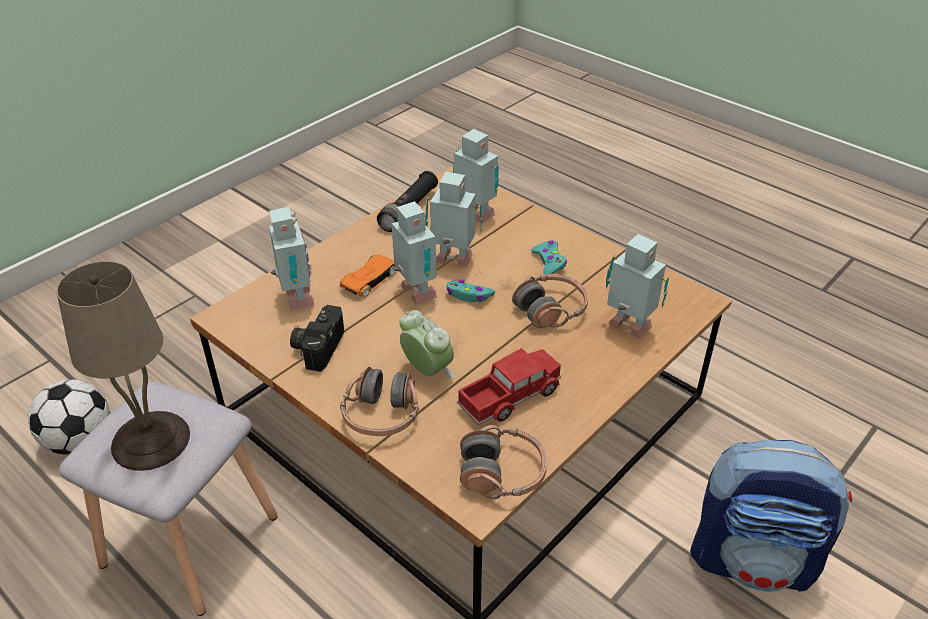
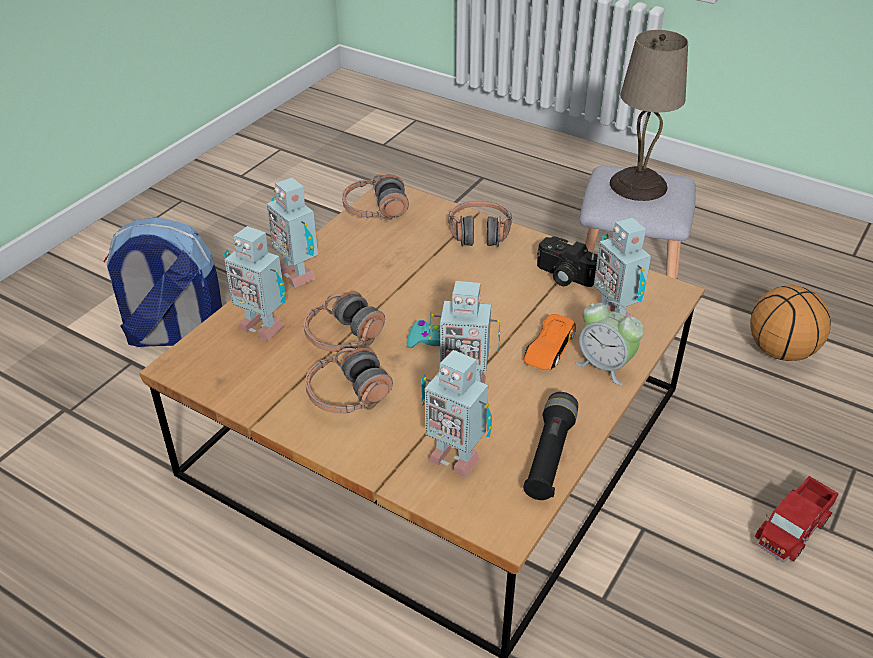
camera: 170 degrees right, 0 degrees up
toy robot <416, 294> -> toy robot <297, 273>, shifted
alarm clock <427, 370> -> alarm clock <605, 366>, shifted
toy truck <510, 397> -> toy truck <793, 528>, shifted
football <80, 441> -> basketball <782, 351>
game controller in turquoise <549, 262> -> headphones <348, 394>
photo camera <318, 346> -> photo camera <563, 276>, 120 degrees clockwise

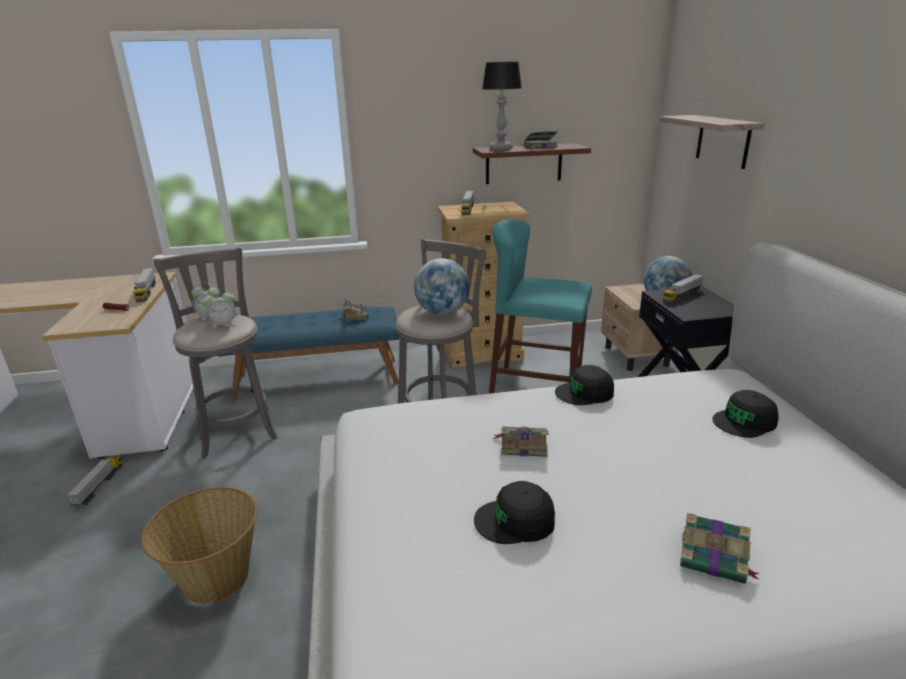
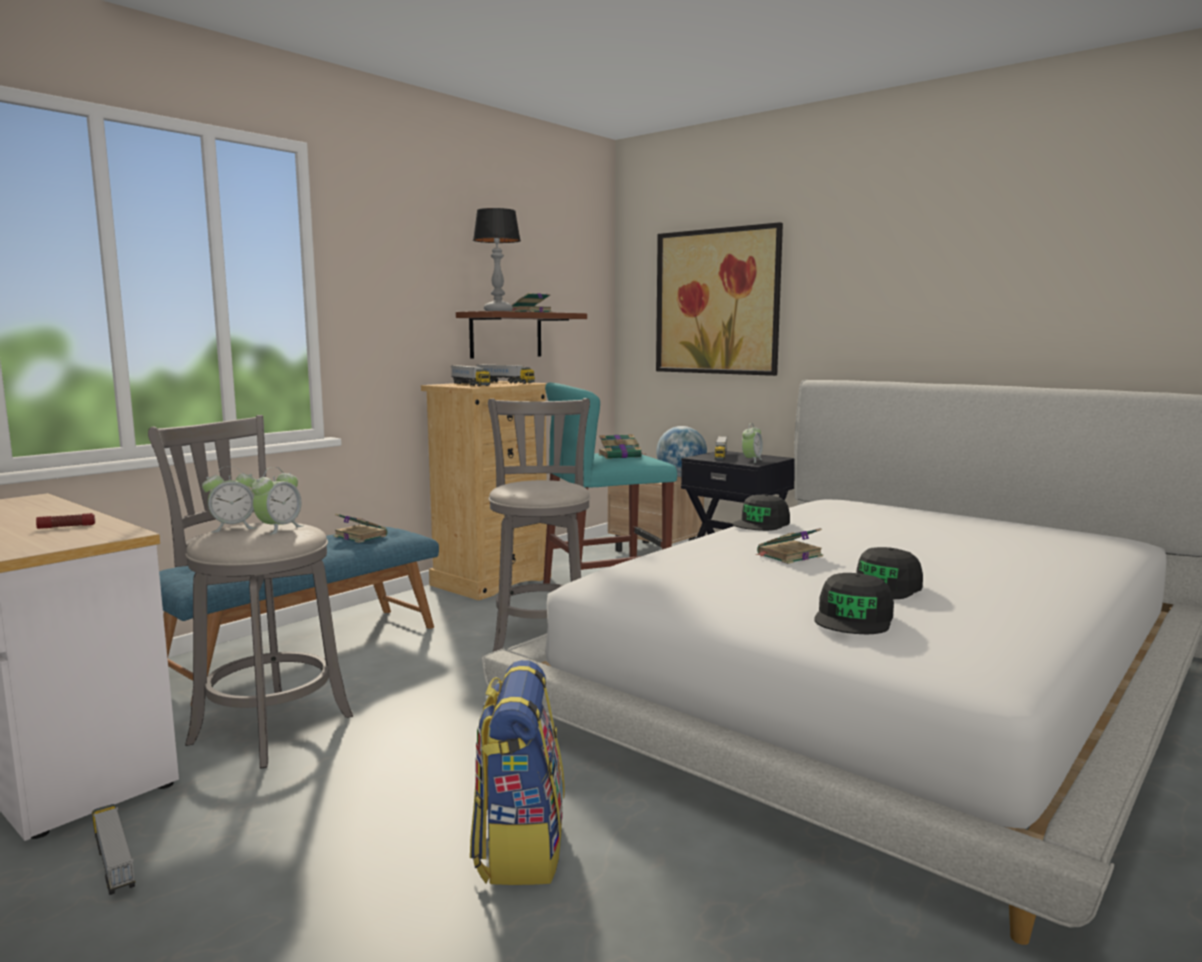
camera: 40 degrees left, 15 degrees down
globe <442, 312> -> none
none -> alarm clock <751, 460>
toy truck <146, 292> -> toy truck <505, 382>, shifted
book <714, 559> -> book <621, 456>, shifted
cap in black <745, 421> -> cap in black <854, 618>, shifted
basket <215, 577> -> backpack <519, 847>
shelf <723, 141> -> picture <717, 302>

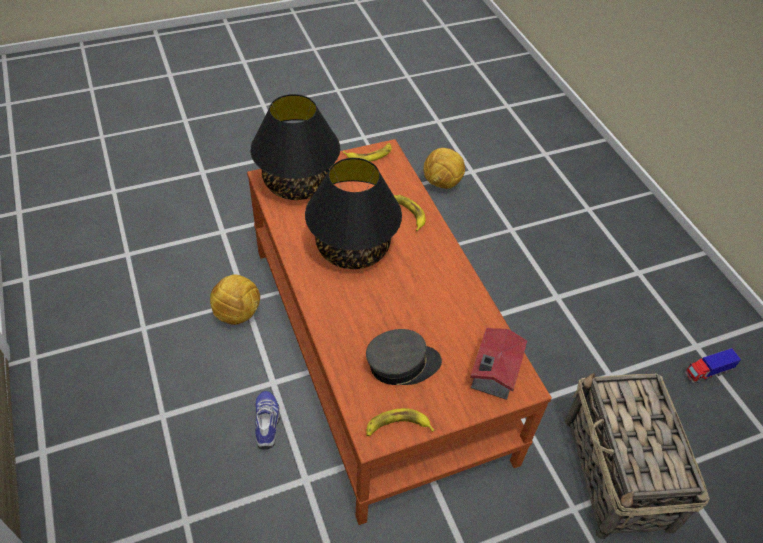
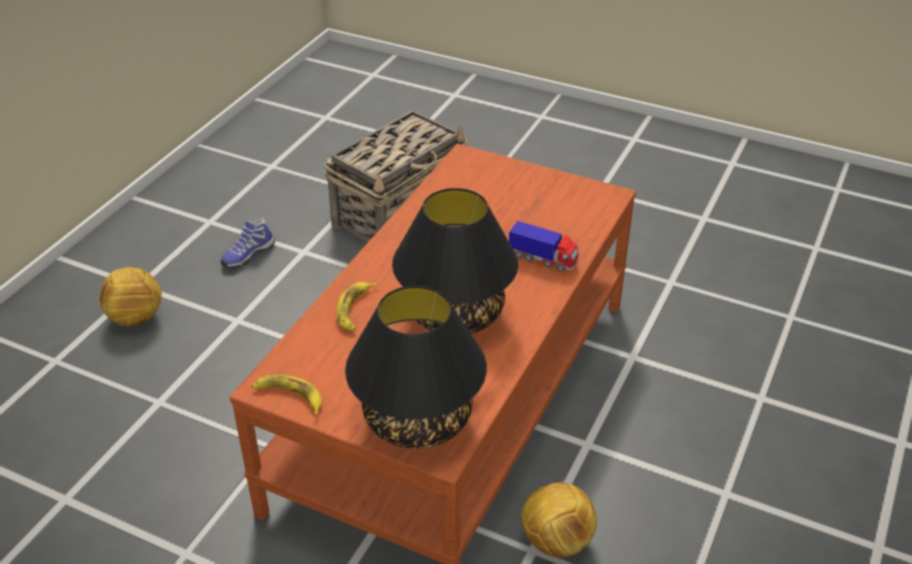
camera: 130 degrees left, 10 degrees down
cap in grey <402, 364> -> none
banana <397, 426> -> none
toy house <492, 374> -> none
shoe <268, 422> -> shoe <247, 254>, shifted
football <442, 183> -> football <136, 318>, shifted
toy truck <707, 372> -> toy truck <543, 259>, shifted

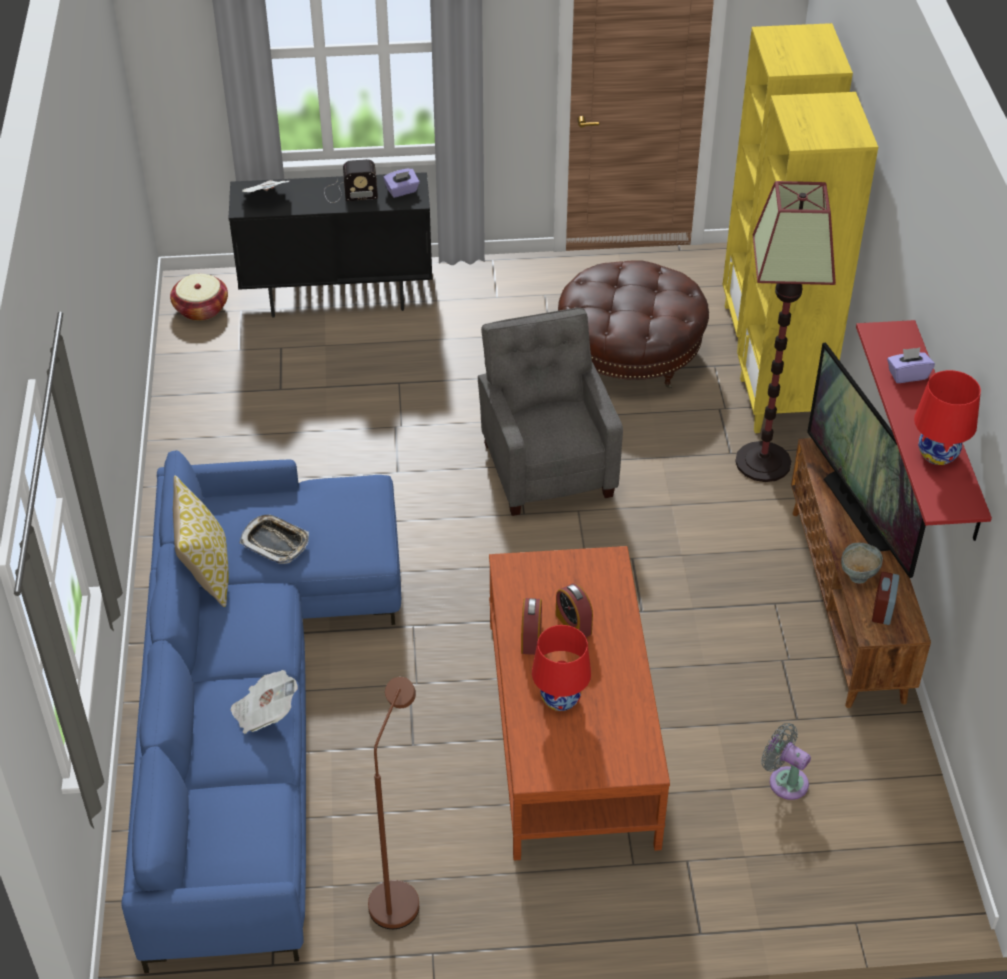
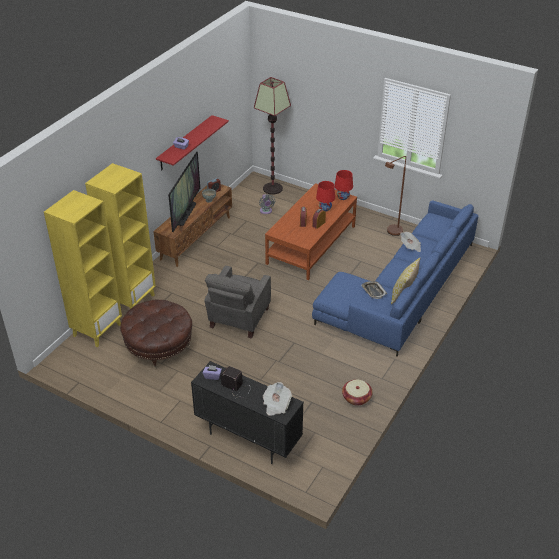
camera: 145 degrees left, 5 degrees down
basket <201, 309> -> basket <356, 398>, shifted
floor lamp <762, 462> -> floor lamp <273, 188>, shifted
table lamp in red <937, 454> -> table lamp in red <343, 197>, shifted

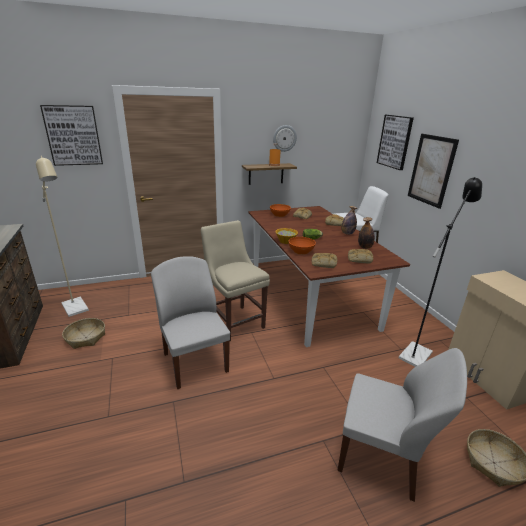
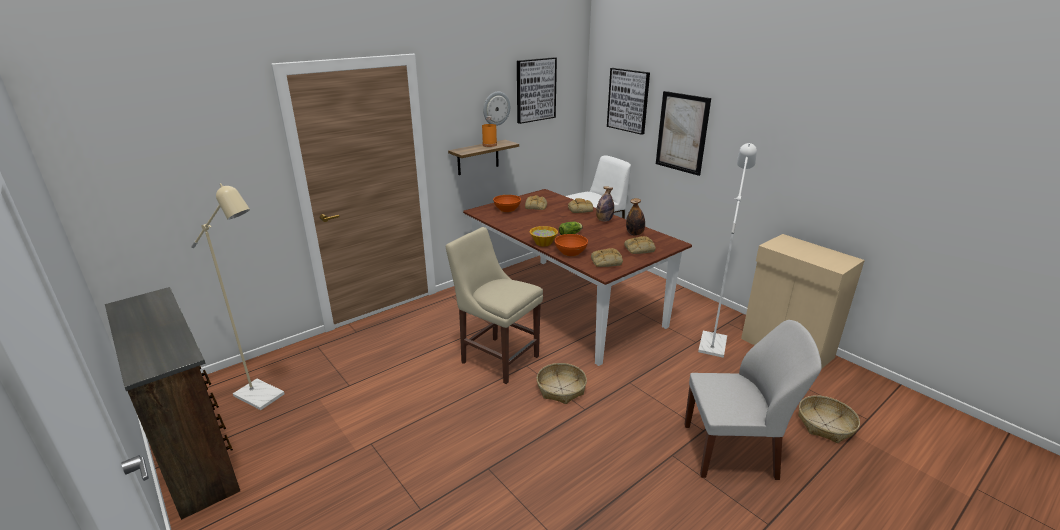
camera: 20 degrees left, 0 degrees up
chair in white <195, 361> -> none
picture <73, 135> -> picture <535, 90>, shifted
basket <86, 337> -> basket <561, 389>, shifted
floor lamp in black <417, 352> -> floor lamp in white <713, 340>

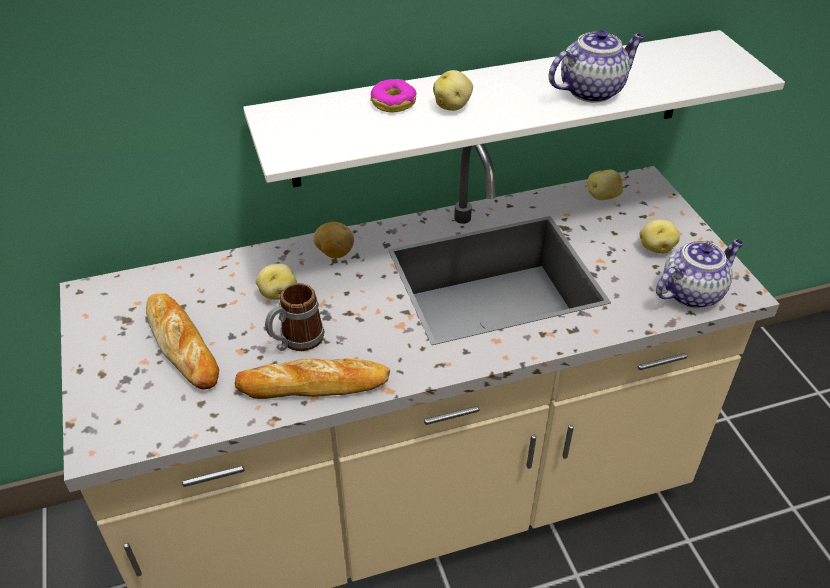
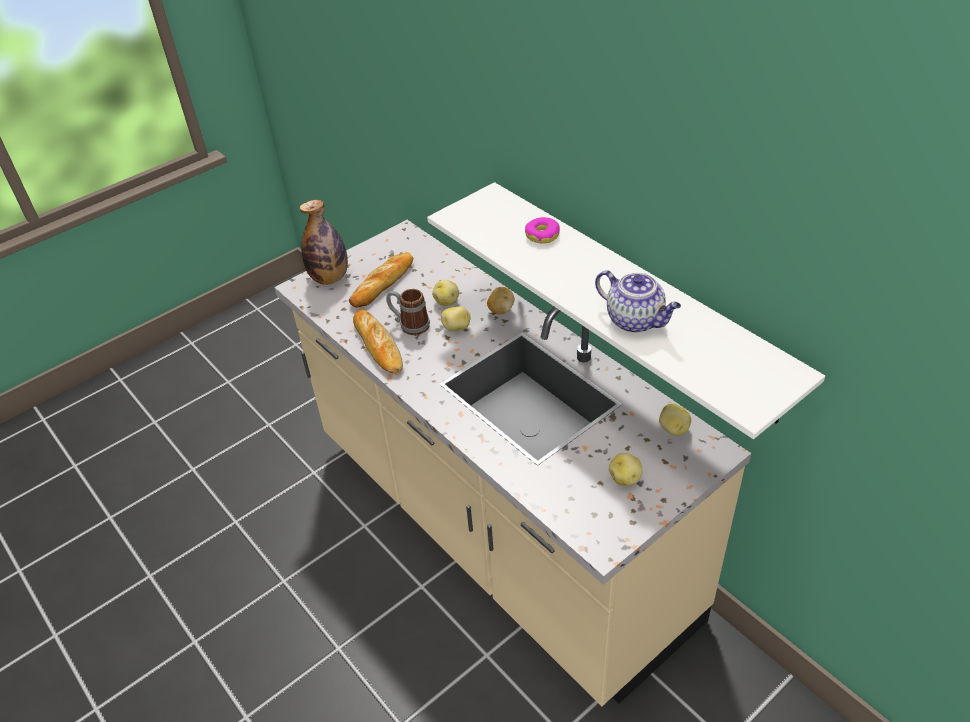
camera: 70 degrees right, 0 degrees up
teapot <692, 292> -> none
none -> bottle <329, 278>
potato <453, 106> -> potato <457, 328>, shifted

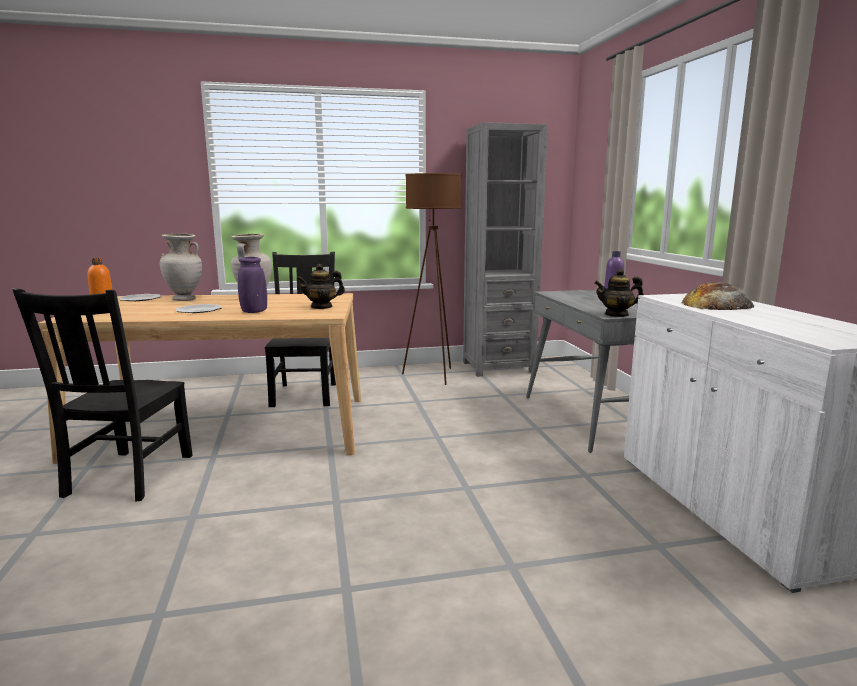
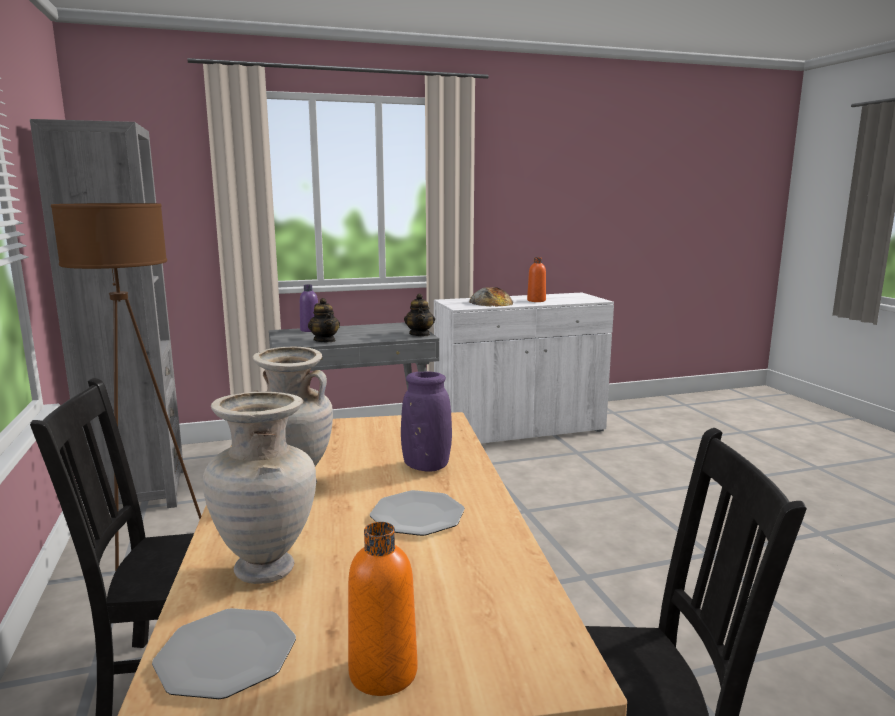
camera: 95 degrees left, 0 degrees up
none -> bottle in orange <536, 300>
teapot <321, 307> -> teapot <325, 340>, shifted

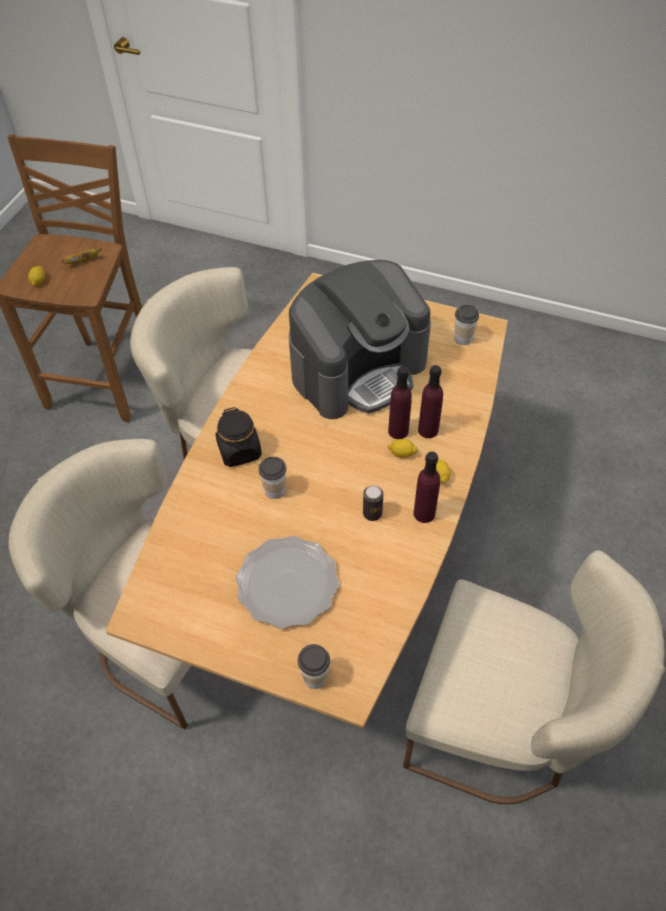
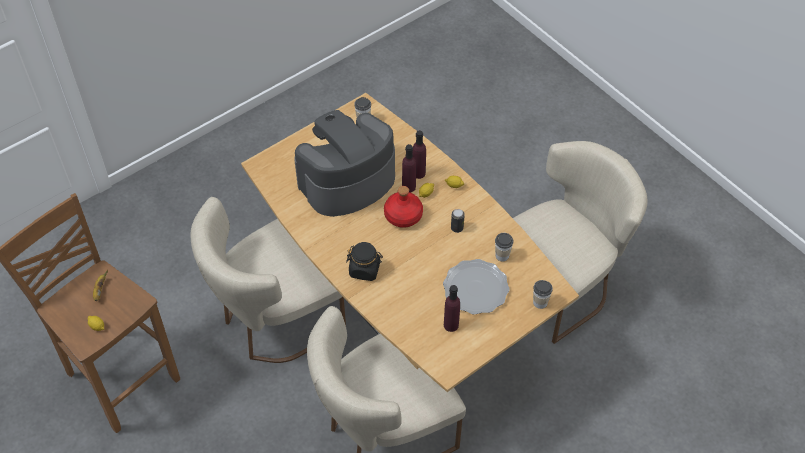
camera: 60 degrees left, 0 degrees up
none -> bottle in red <402, 216>
cup <275, 490> -> cup <502, 255>, shifted
bottle in purple <424, 513> -> bottle in purple <451, 325>, shifted
coffee machine <358, 369> -> coffee machine <347, 181>, 120 degrees counterclockwise

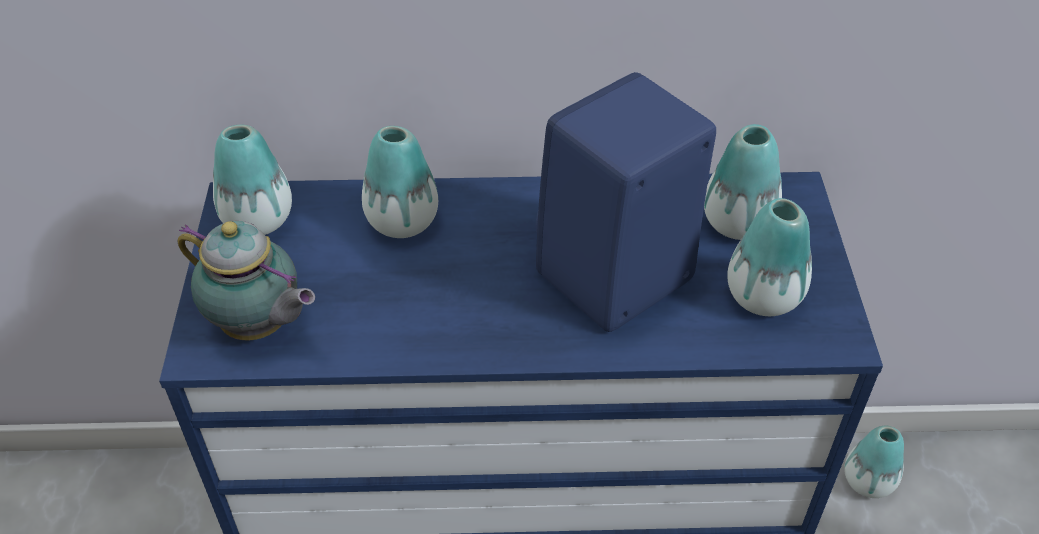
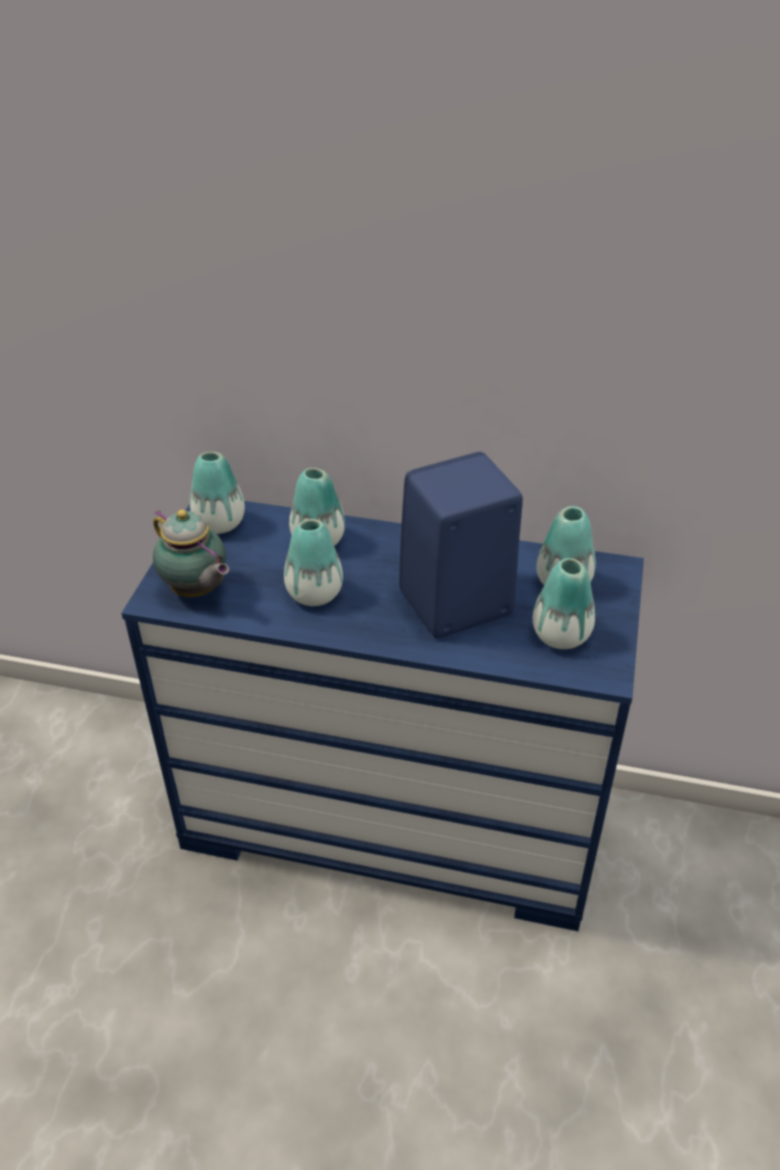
camera: 15 degrees right, 5 degrees down
vase <868, 481> -> vase <314, 594>, shifted

